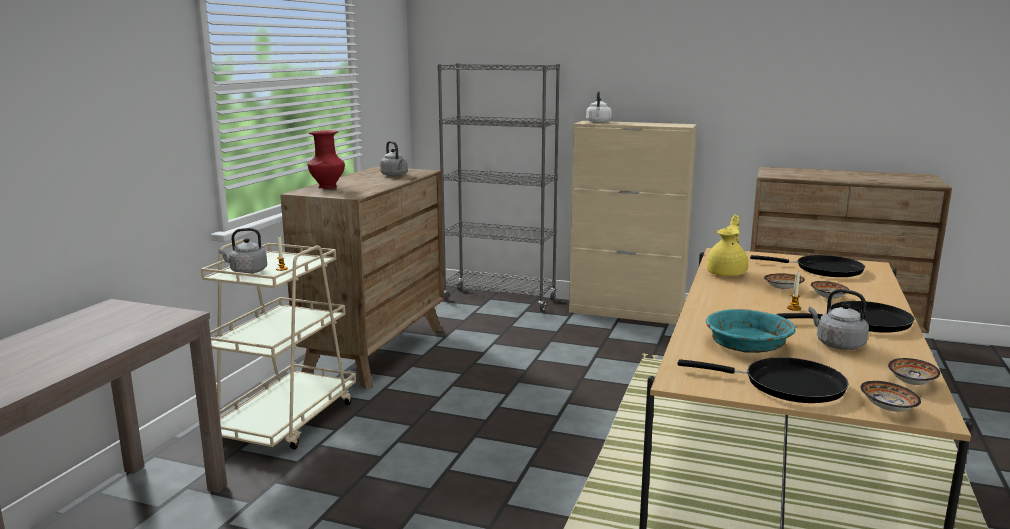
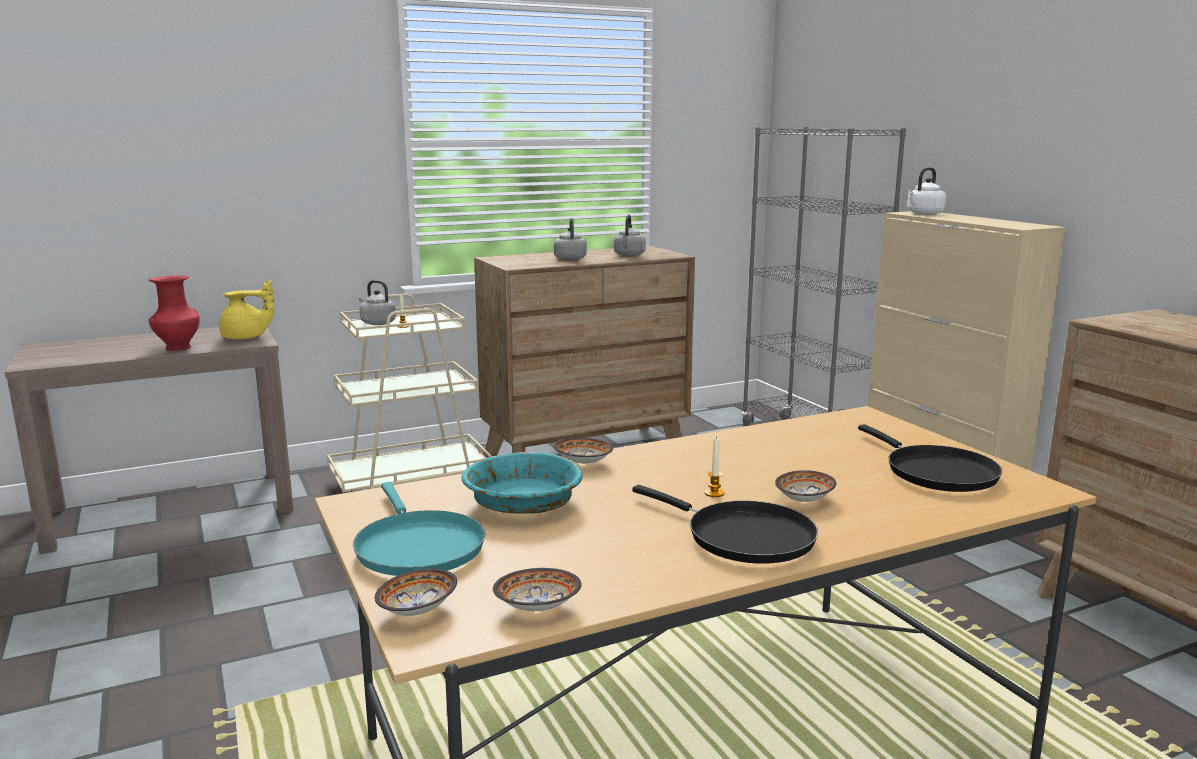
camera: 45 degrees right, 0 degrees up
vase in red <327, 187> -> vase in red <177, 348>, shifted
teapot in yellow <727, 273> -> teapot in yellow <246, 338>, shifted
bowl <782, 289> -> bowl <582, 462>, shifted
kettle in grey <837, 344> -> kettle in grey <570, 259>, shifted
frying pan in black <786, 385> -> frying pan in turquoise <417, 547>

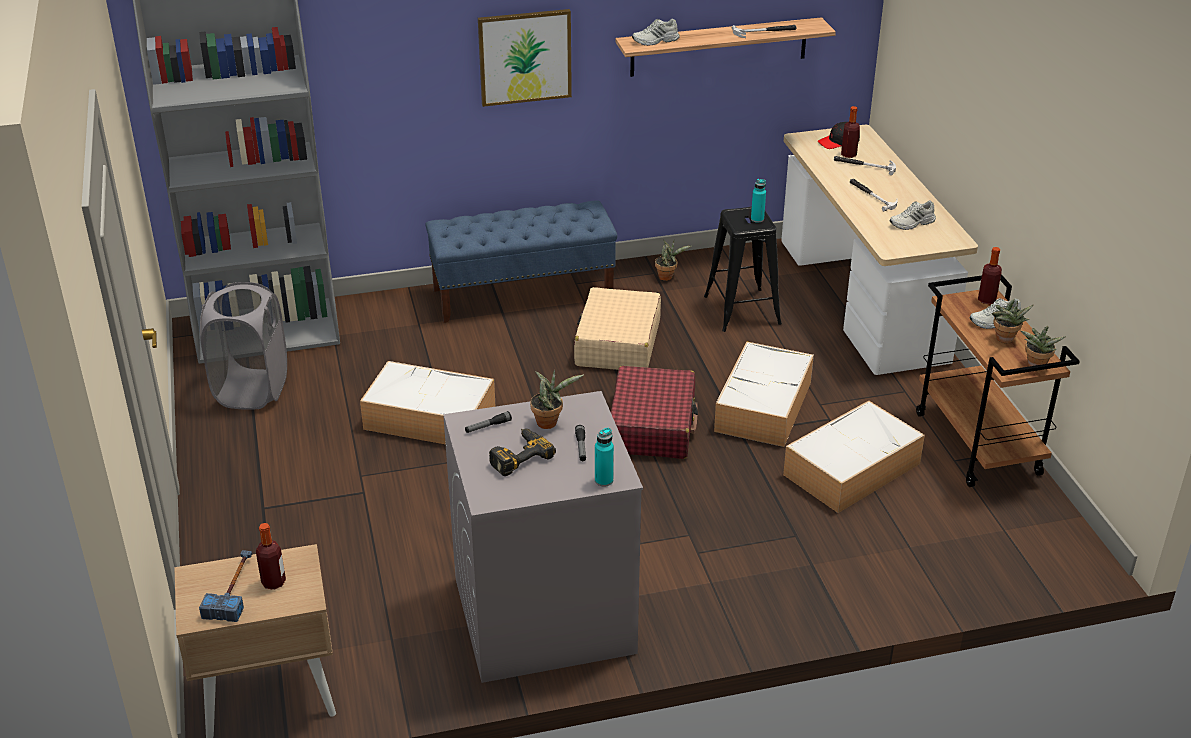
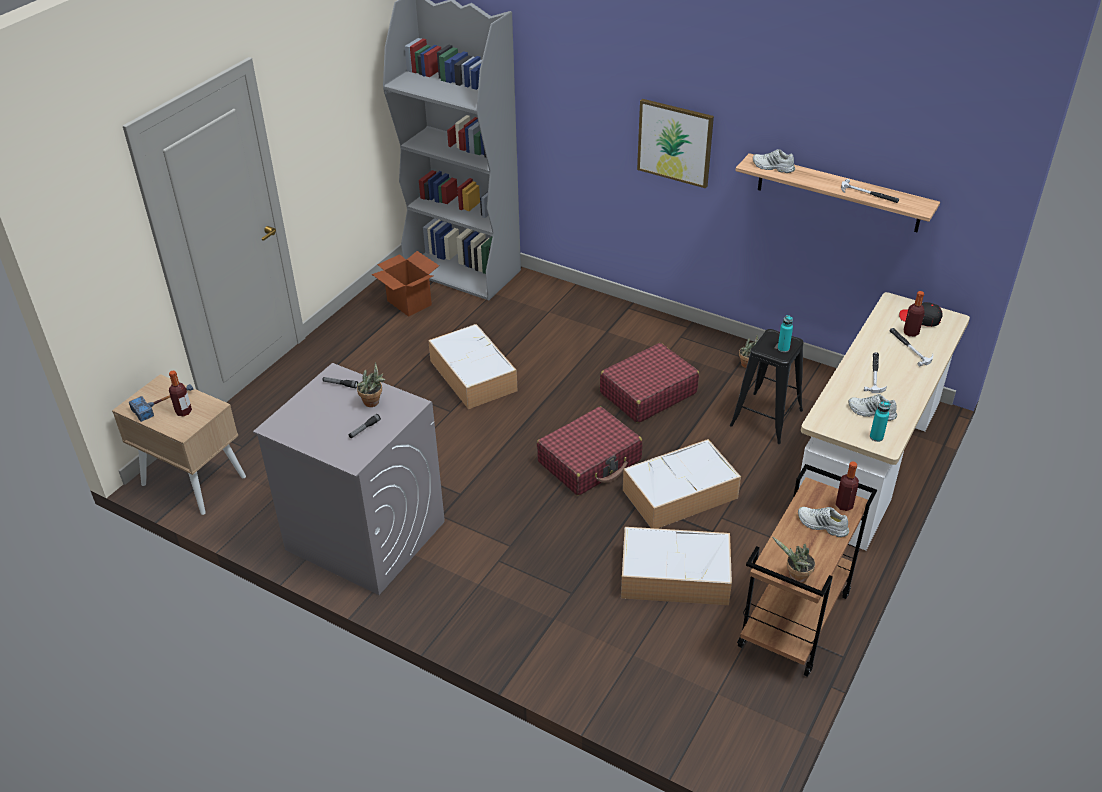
camera: 45 degrees right, 5 degrees up
bench in blue <523, 294> -> none
power drill <518, 455> -> none
potted plant <1005, 340> -> none
bottle in turquoise <604, 480> -> bottle in turquoise <876, 437>, shifted
laundry basket in grey <251, 389> -> cardboard box <409, 303>
suitcase in beige <617, 343> -> suitcase in red <647, 393>

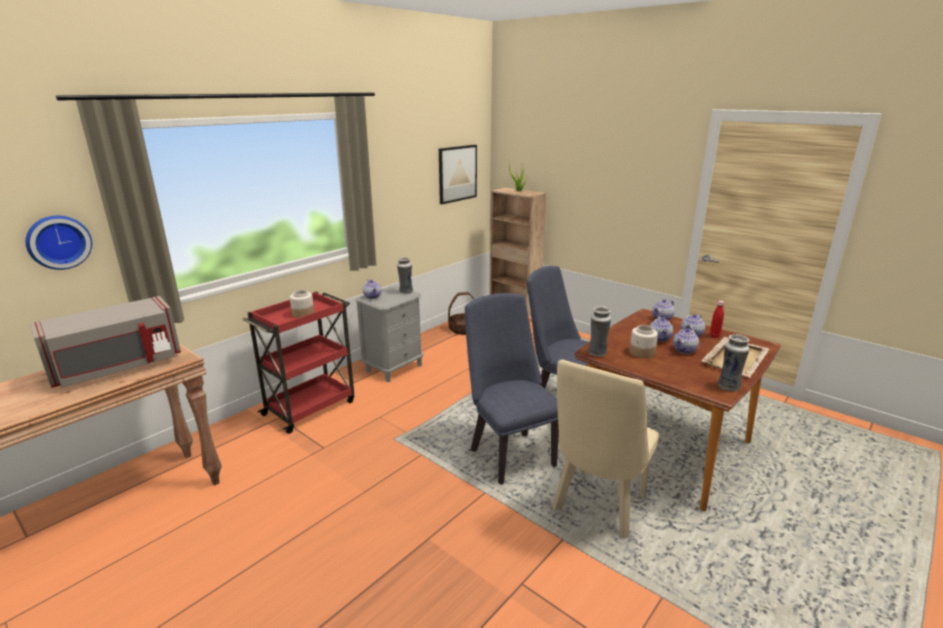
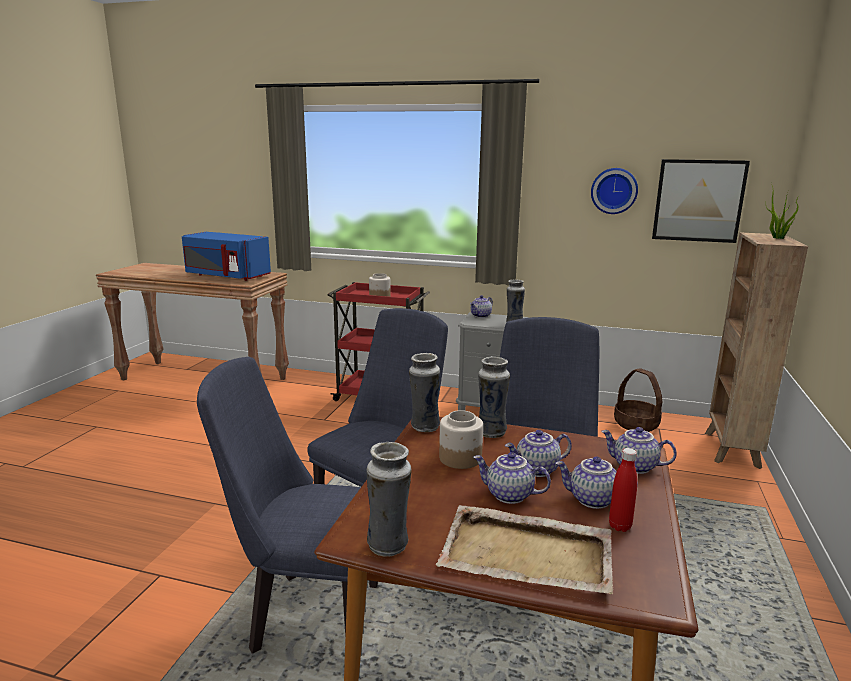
camera: 65 degrees right, 5 degrees down
none -> vase <491, 432>
wall clock <58, 241> -> wall clock <614, 191>, shifted
microwave in grey <117, 367> -> microwave in blue <226, 276>
chair in beige <597, 507> -> chair in blue <305, 613>

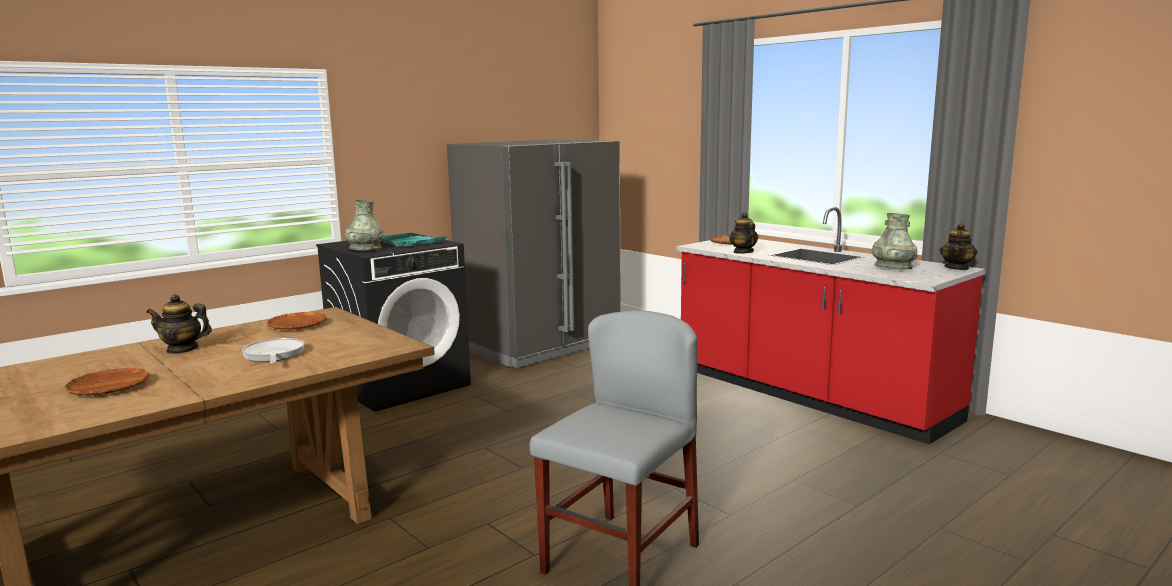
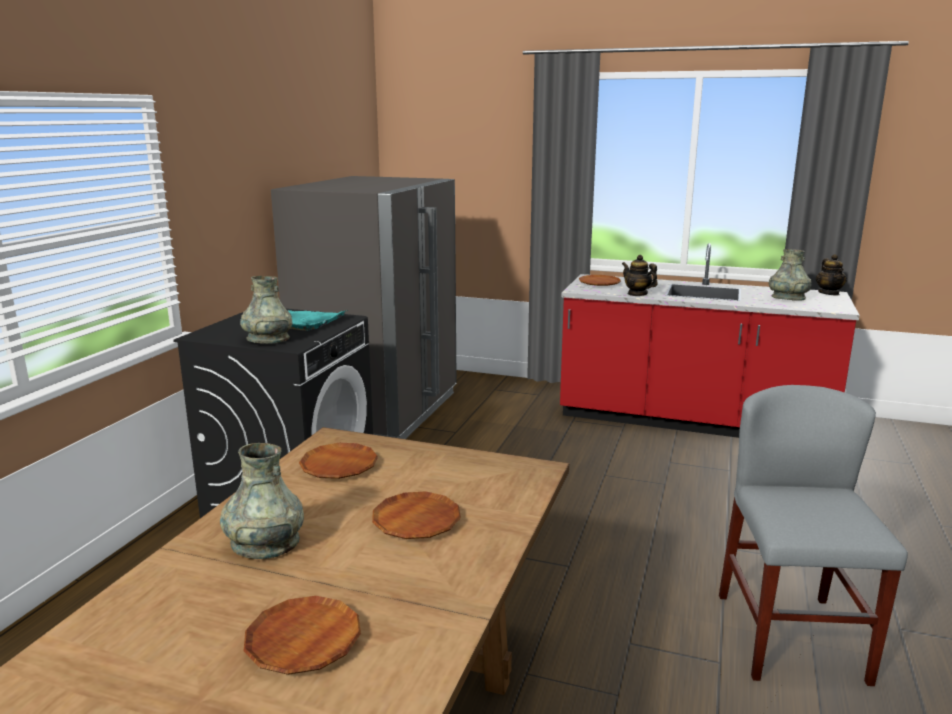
camera: 30 degrees left, 5 degrees up
teapot <182, 349> -> vase in grey <265, 543>
frying pan <274, 355> -> plate in brown <416, 521>

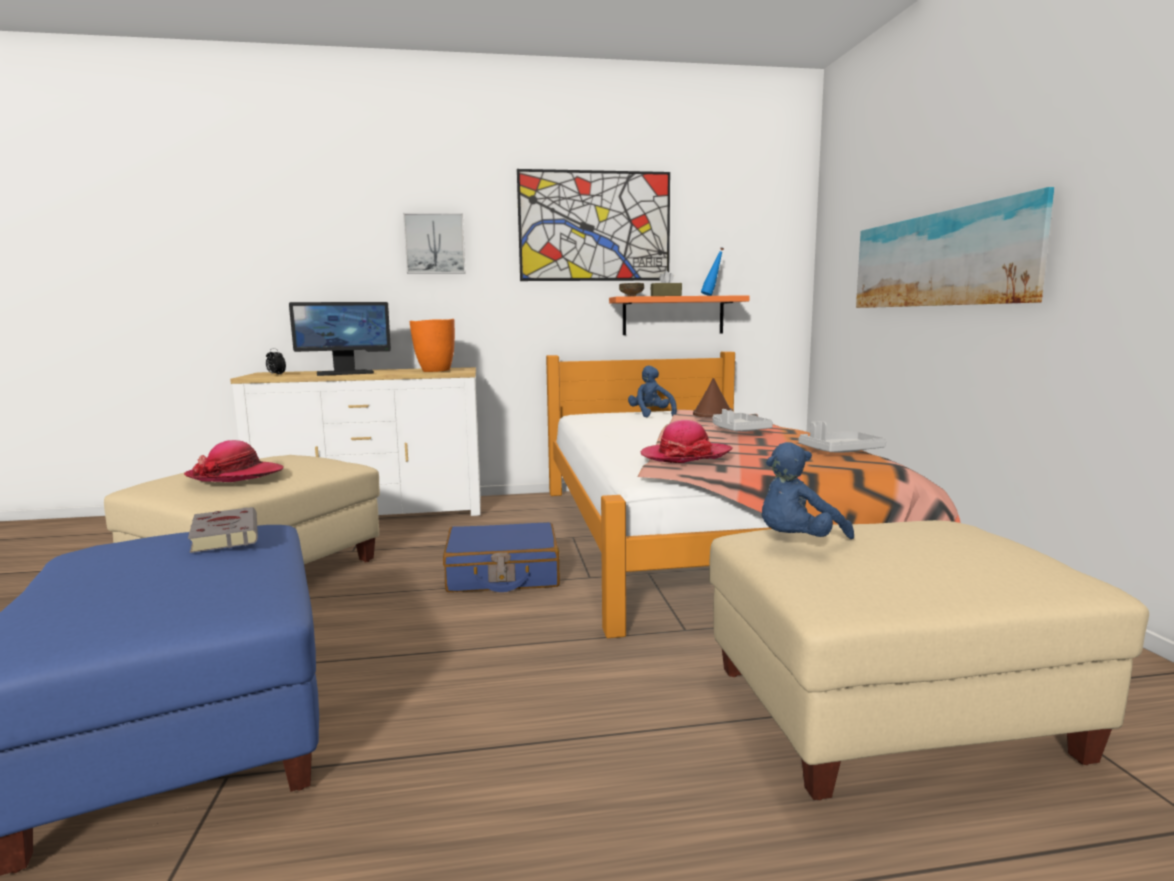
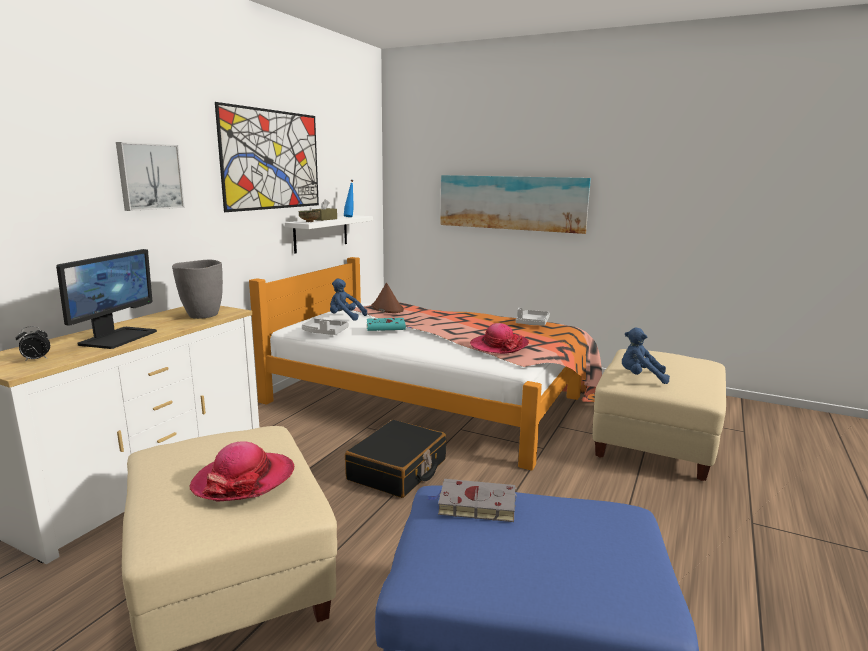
camera: 55 degrees left, 5 degrees up
none -> book in turquoise <387, 327>
tray in grey <738, 430> -> tray in grey <324, 333>, shifted
vase in orange <435, 371> -> vase in grey <202, 315>
suitcase in blue <502, 575> -> suitcase in black <398, 470>
shelf in orange <673, 315> -> shelf in white <321, 233>
plush toy in blue <797, 542> -> plush toy in blue <640, 377>, 105 degrees clockwise

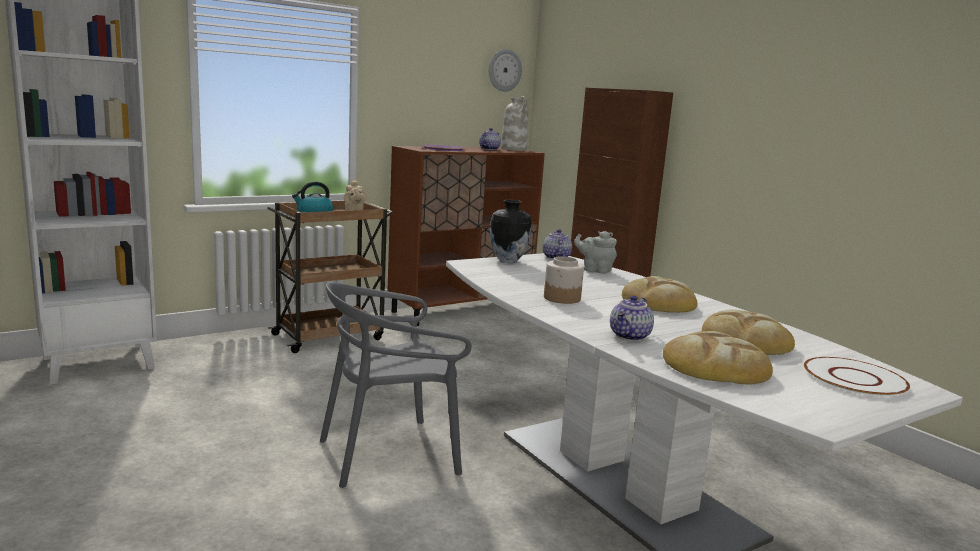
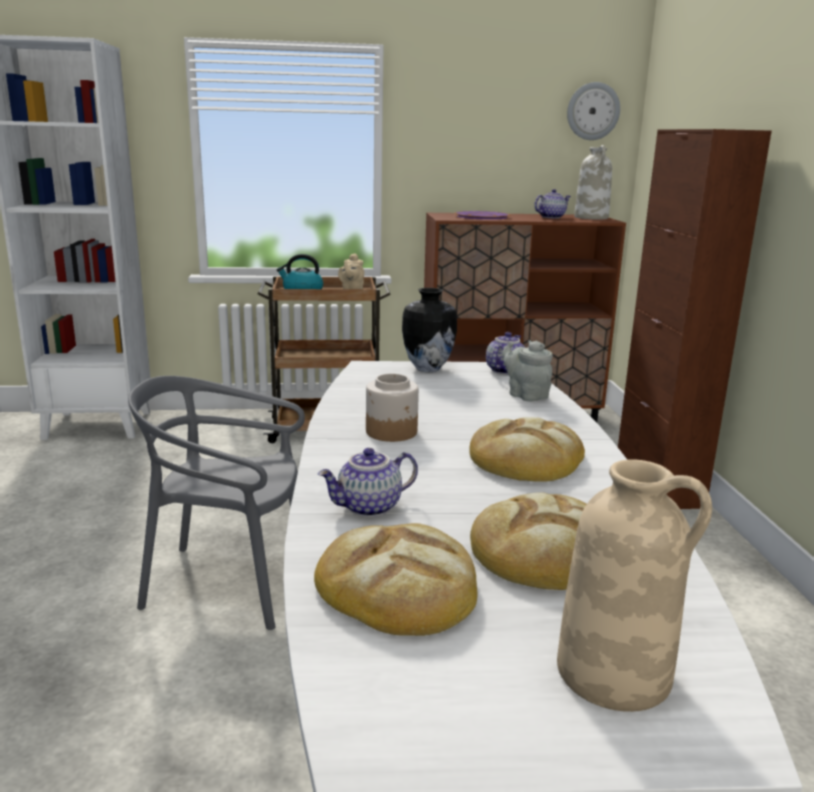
camera: 30 degrees right, 5 degrees up
plate in white <854, 378> -> vase in beige <615, 673>

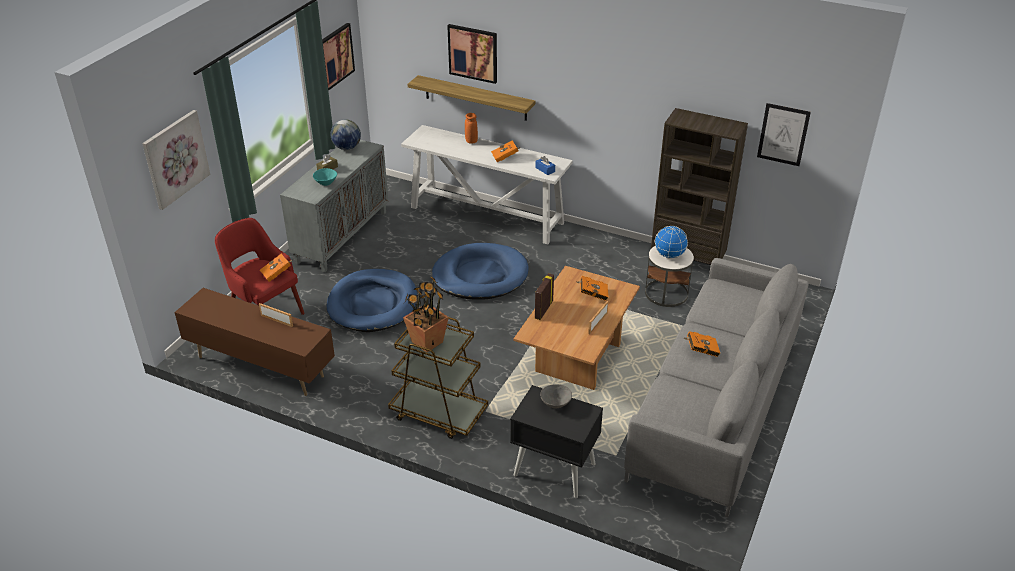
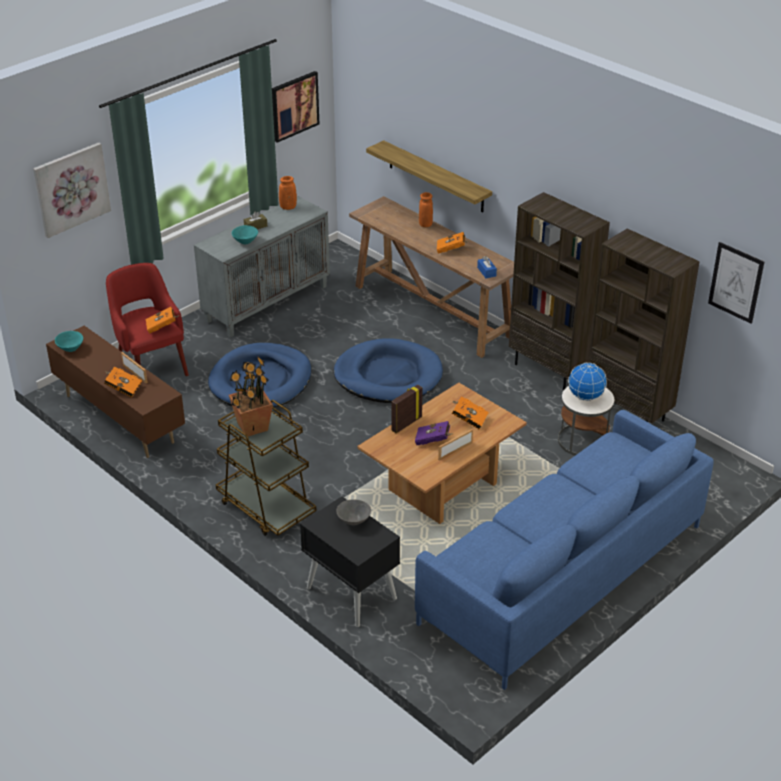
camera: 20 degrees right, 0 degrees up
picture <473, 53> -> none
none -> bowl in turquoise <70, 349>
none -> book in purple <433, 441>
none -> bookcase in brown <550, 371>
book in orange <700, 350> -> book in orange <122, 388>, shifted
globe <347, 148> -> vase in orange <288, 207>
console table in white <487, 215> -> console table in brown <433, 312>
sofa in grey <714, 405> -> sofa in blue <562, 573>

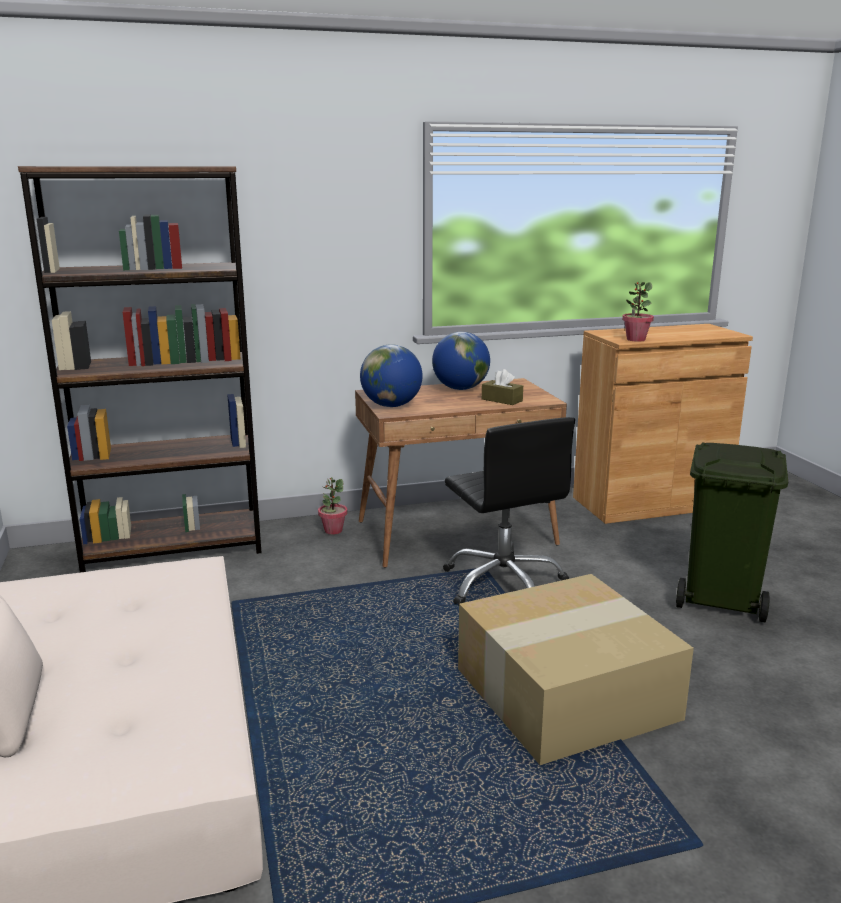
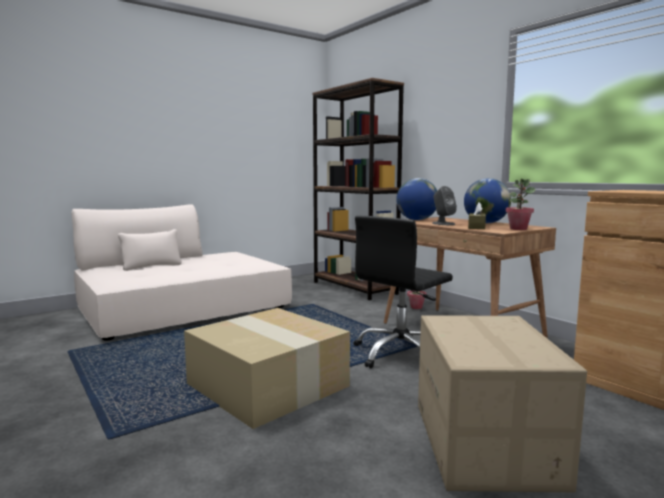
camera: 70 degrees right, 10 degrees down
none -> speaker in grey <443, 224>
potted plant <635, 339> -> potted plant <518, 229>, shifted
trash can in green <722, 598> -> cardboard box <486, 444>

